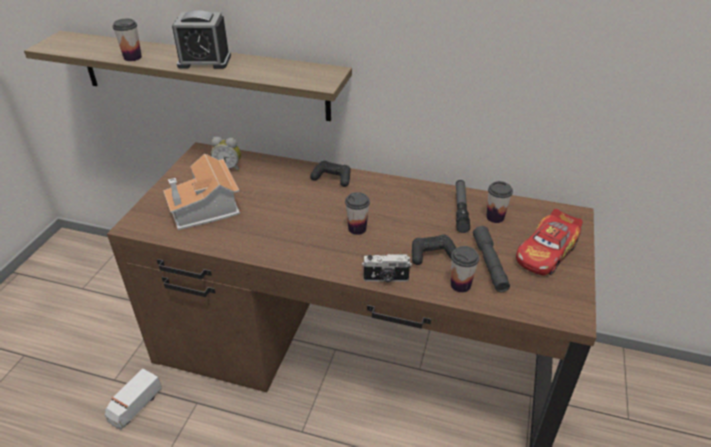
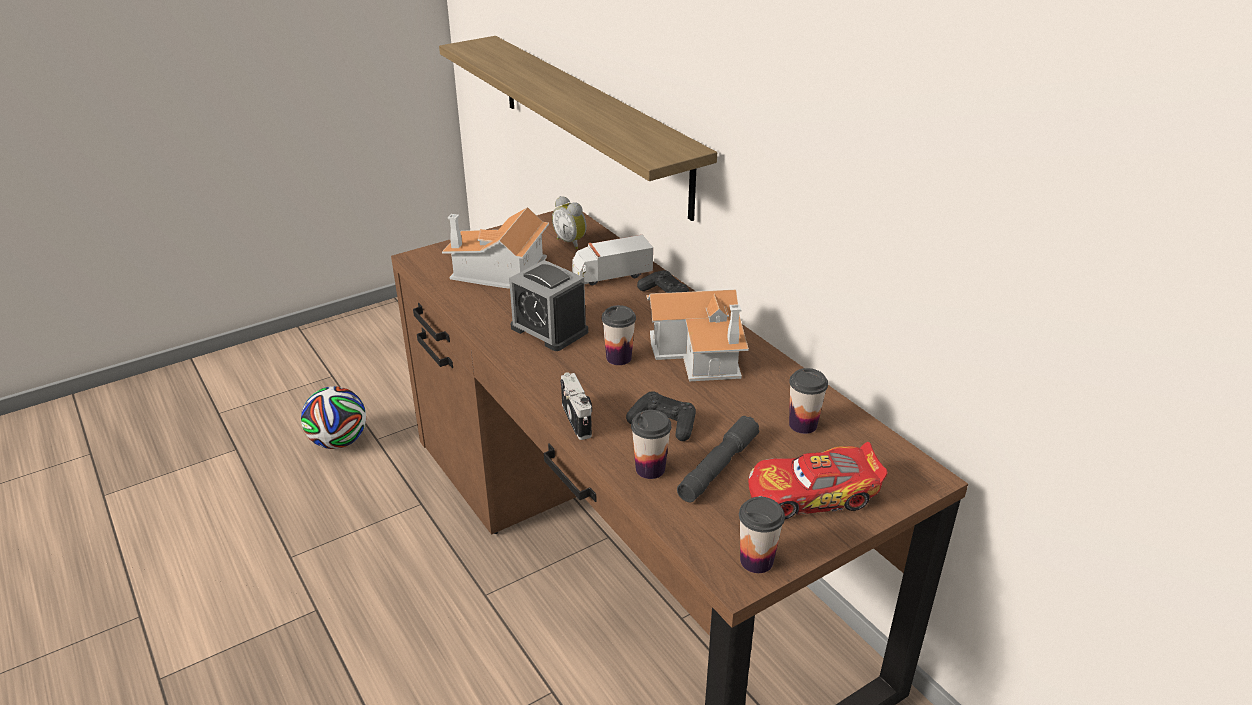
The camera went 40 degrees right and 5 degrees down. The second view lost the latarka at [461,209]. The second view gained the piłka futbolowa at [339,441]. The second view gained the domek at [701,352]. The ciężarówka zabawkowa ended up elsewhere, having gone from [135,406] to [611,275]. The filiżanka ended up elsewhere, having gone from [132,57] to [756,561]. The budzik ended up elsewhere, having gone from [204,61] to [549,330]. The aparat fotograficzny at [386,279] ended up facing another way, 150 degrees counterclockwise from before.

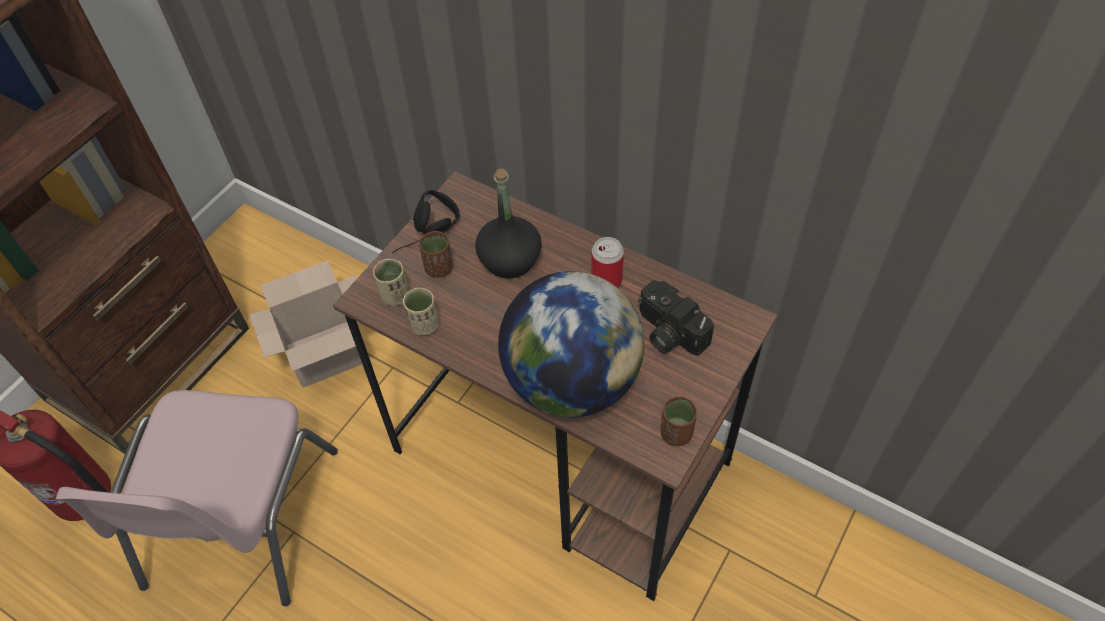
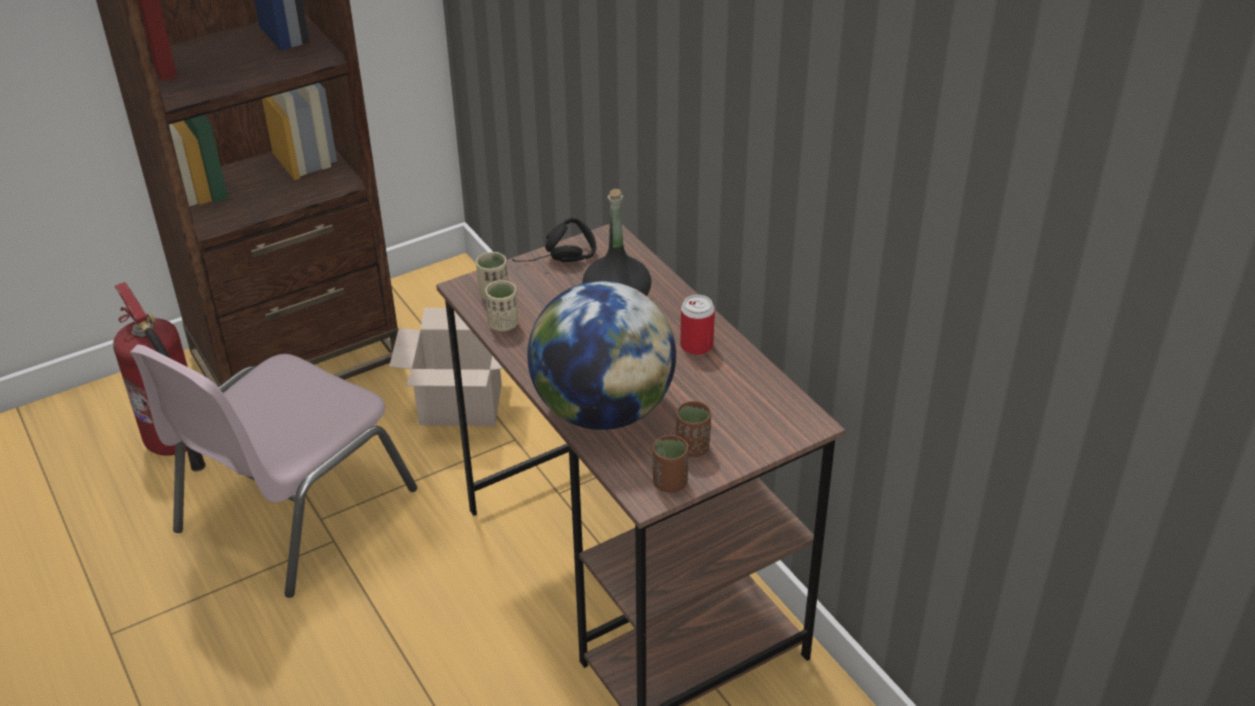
The camera went 25 degrees right and 15 degrees down. The second view lost the aparat fotograficzny at [667,332]. The filiżanka (brązowy) ended up elsewhere, having gone from [439,268] to [692,448].

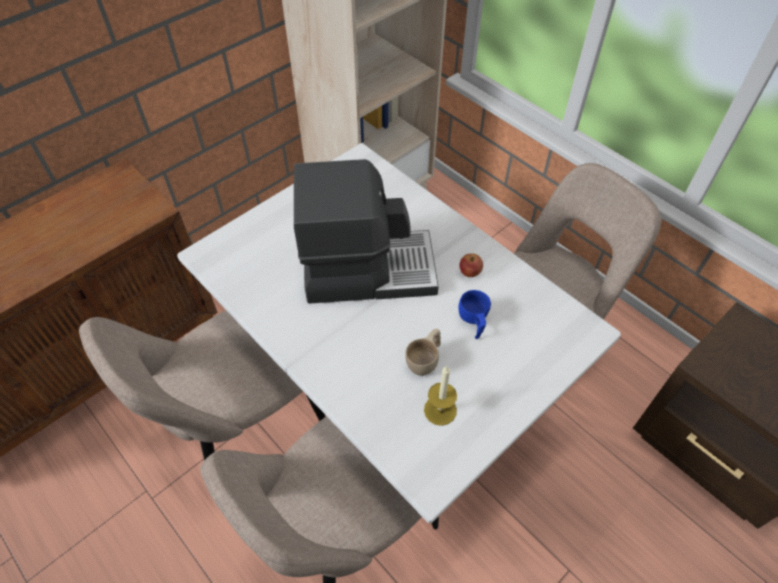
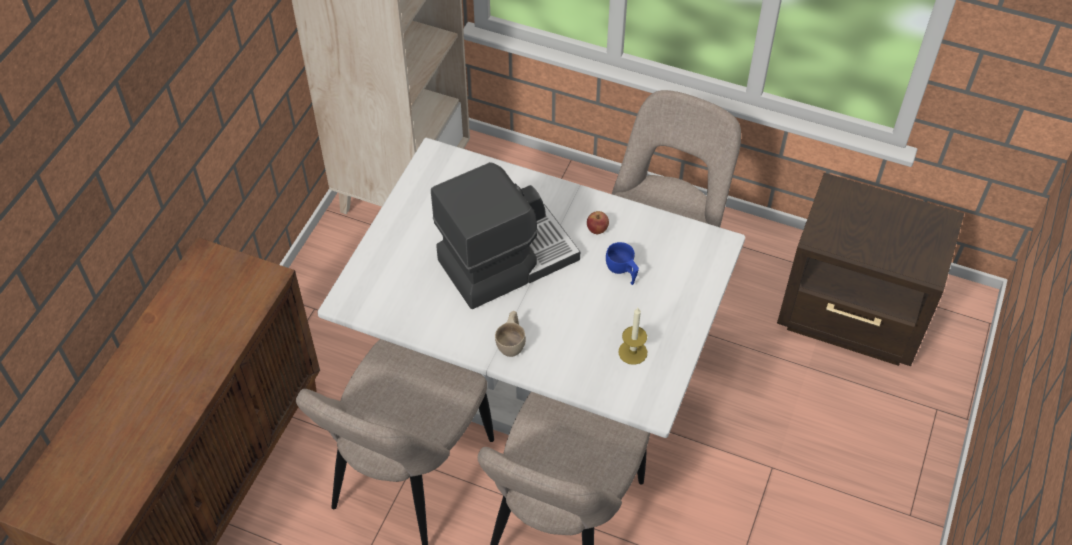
The camera went 25 degrees left and 0 degrees up. The filiżanka (beżowy) ended up elsewhere, having gone from [425,360] to [512,342].

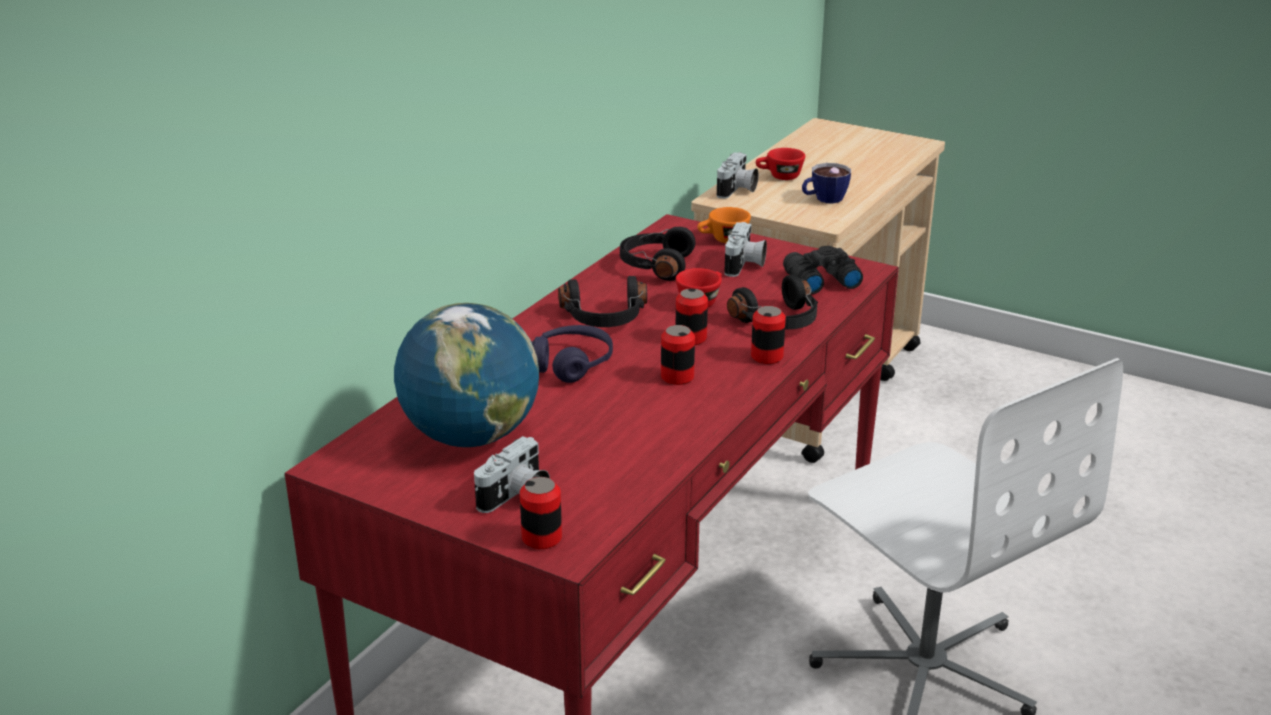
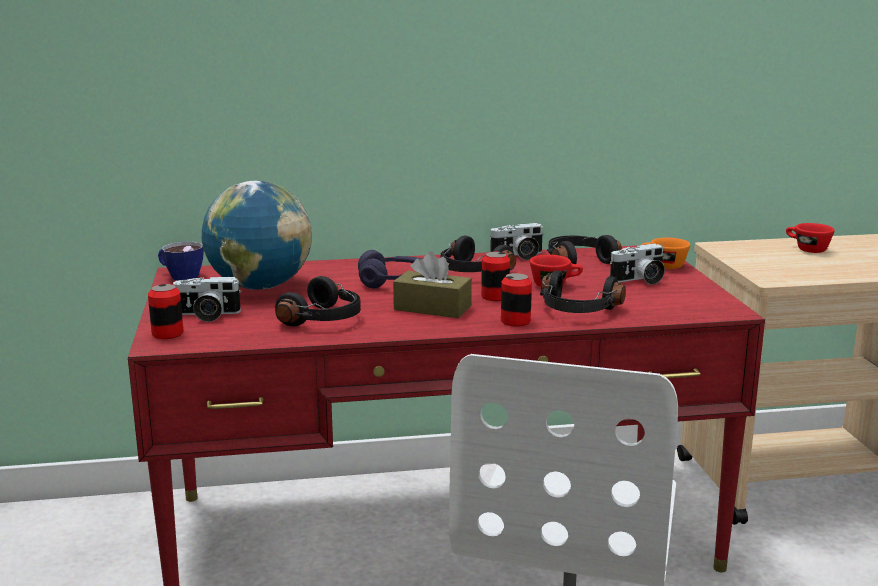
The camera went 50 degrees right and 10 degrees down. The second view lost the lornetka (czarny) at [819,280]. The second view gained the słuchawki (czarny) at [324,319]. The aparat fotograficzny ended up elsewhere, having gone from [737,190] to [518,256]. The filiżanka ended up elsewhere, having gone from [823,199] to [180,276]. Where the puszka stood at [677,377], the pudełko chusteczek (brązowy) came to stand at [432,308].

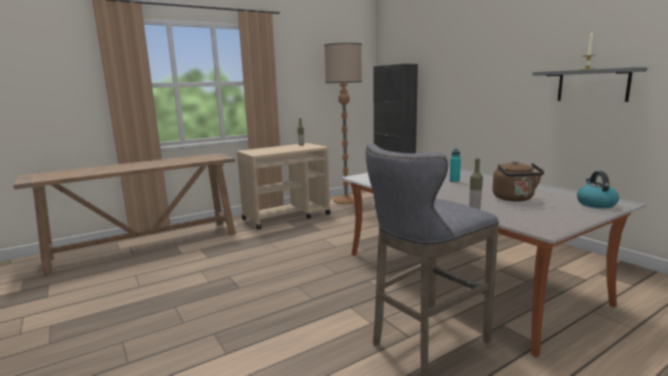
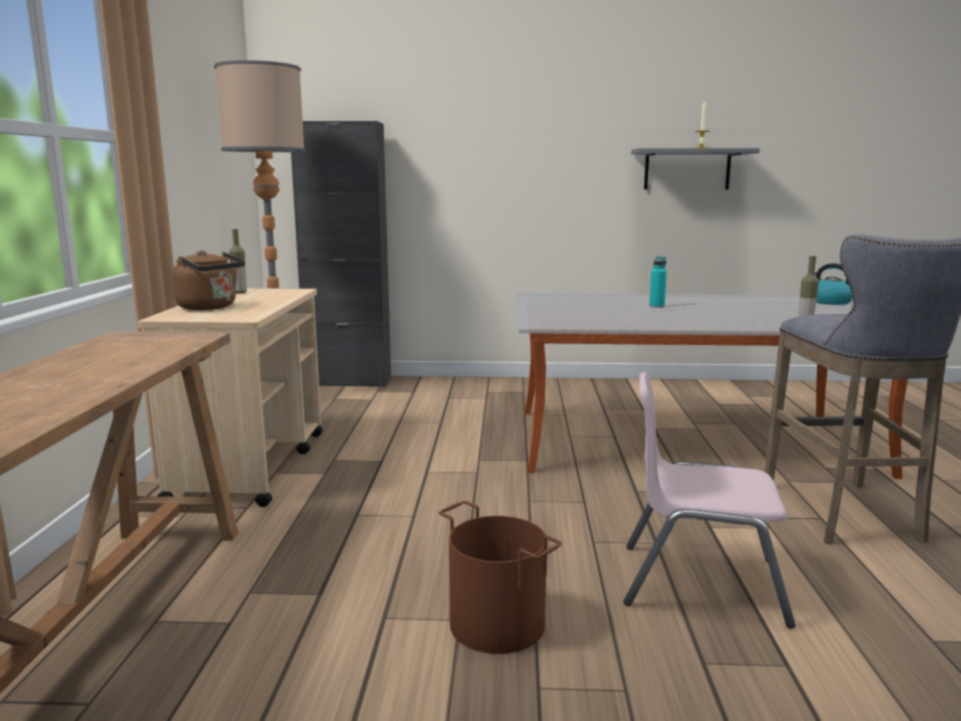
The camera went 55 degrees left and 0 degrees up. The second view gained the wiadro (brązowy) at [498,623]. The second view gained the krzesło (różowy) at [701,582]. The czajnik (brązowy) ended up elsewhere, having gone from [514,199] to [210,307].

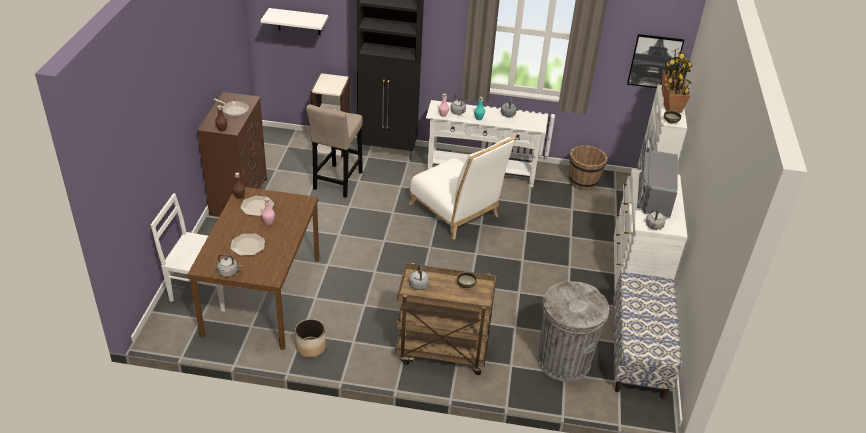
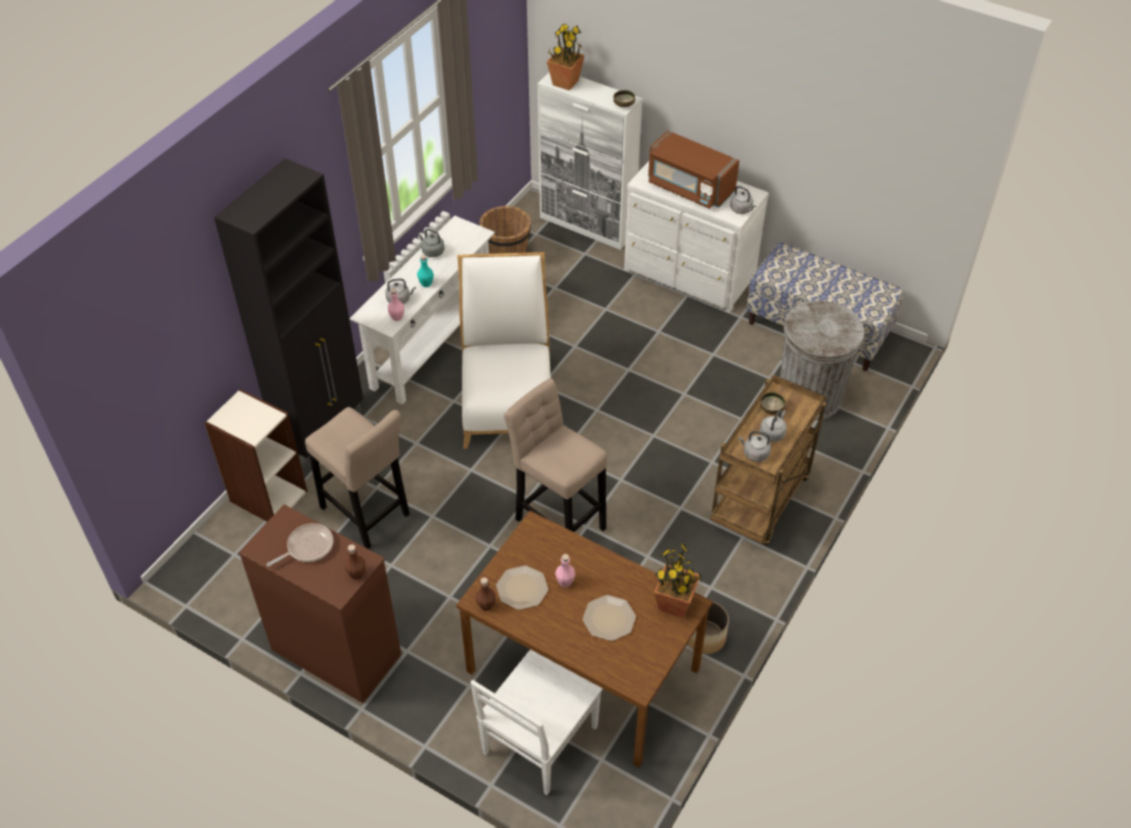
The camera went 65 degrees left and 10 degrees up. The second view lost the półka (biały) at [299,21]. The second view lost the obraz at [654,61]. The second view gained the stołek (beżowy) at [557,520]. The czajnik (szary) ended up elsewhere, having gone from [229,272] to [773,433]. The roślina doniczkowa ended up elsewhere, having gone from [672,109] to [675,604]. What was the mikrofalówka (szary) at [654,197] turned into the mikrofalówka (brązowy) at [689,188]. The krzesło (biały) at [457,213] ended up facing another way, 75 degrees counterclockwise from before.

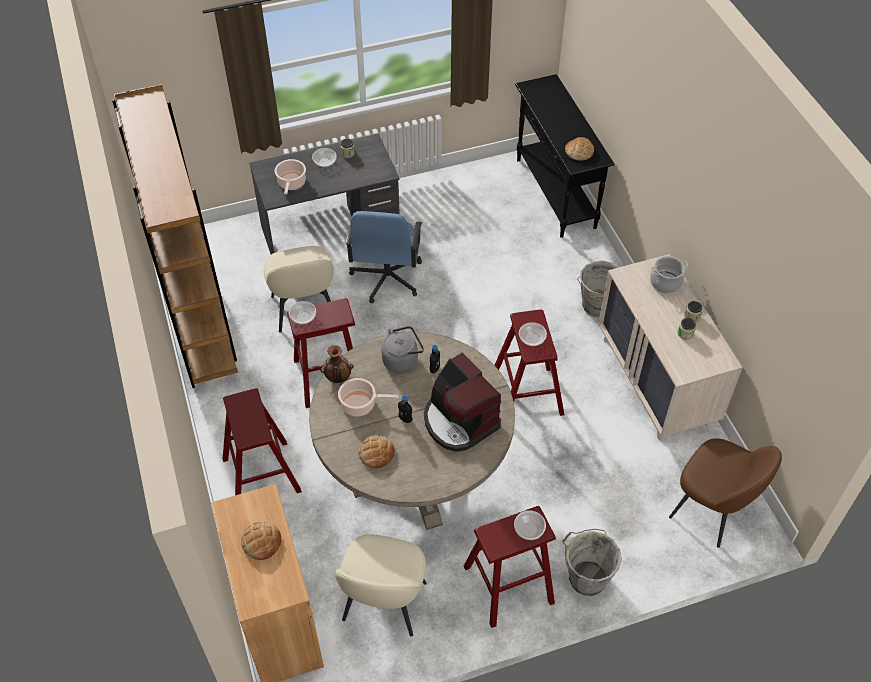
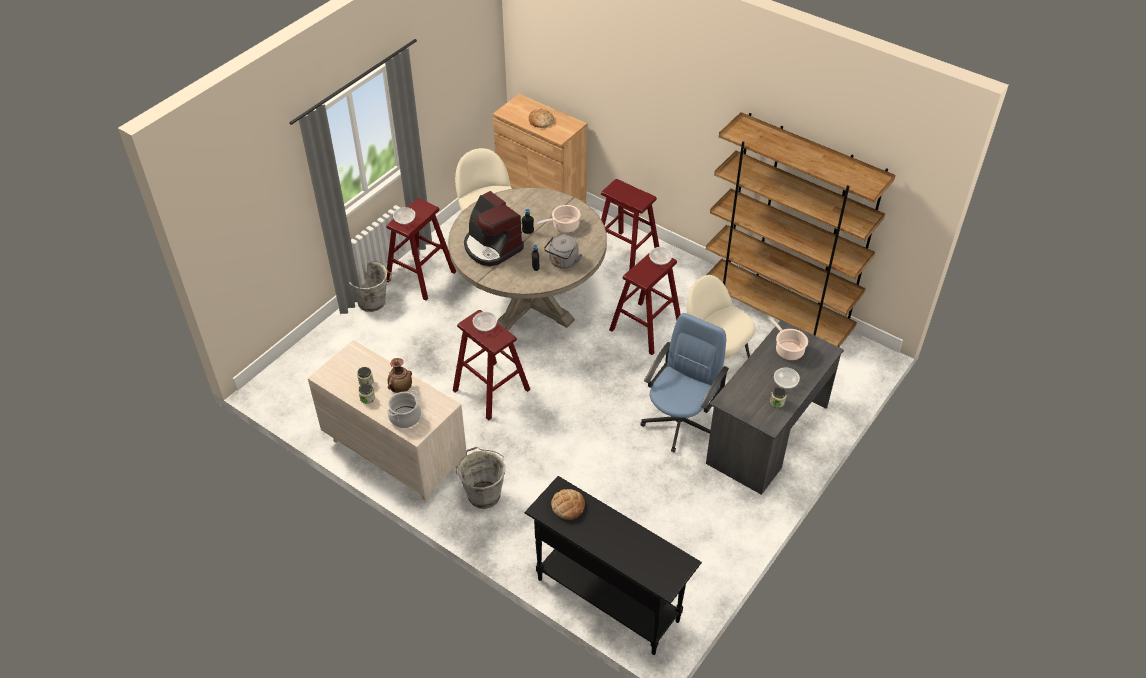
The camera went 145 degrees right and 5 degrees down. The second view lost the chleb at [376,453]. The second view lost the krzesło (brązowy) at [712,510]. The wazon ended up elsewhere, having gone from [338,377] to [401,388]. The krzesło biurowe (niebieski) at [386,278] ended up facing another way, 60 degrees clockwise from before. The ekspres do kawy at [459,421] ended up facing another way, 150 degrees counterclockwise from before.

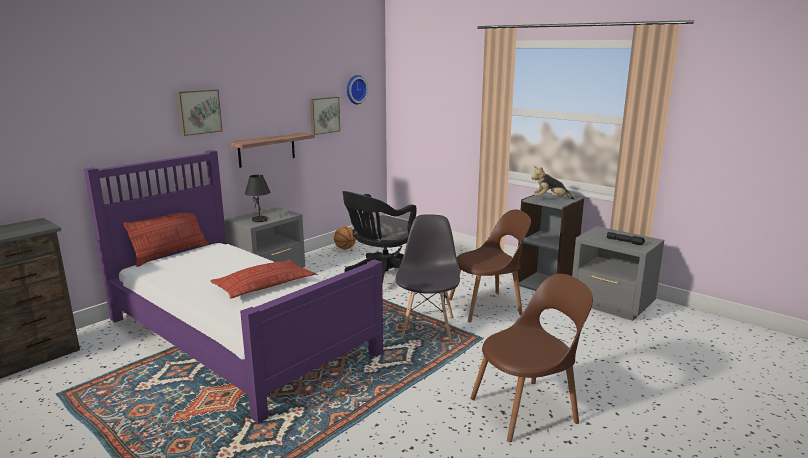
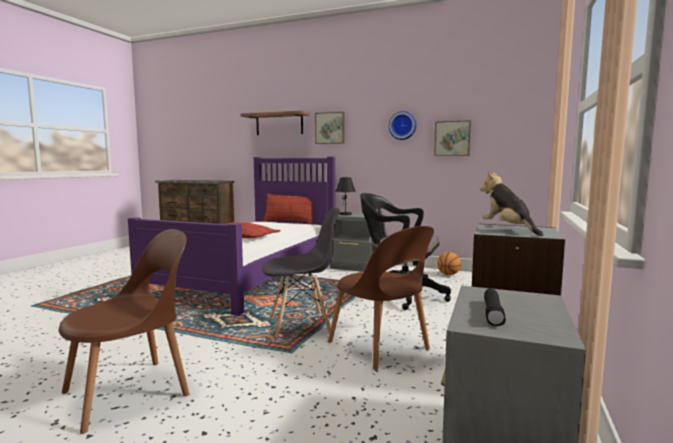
The camera went 70 degrees right and 10 degrees down. The półka ended up elsewhere, having gone from [267,149] to [279,124]. The zegar ścienny ended up elsewhere, having gone from [355,89] to [402,125]. The krzesło (brązowy) at [527,409] ended up facing another way, 90 degrees counterclockwise from before.

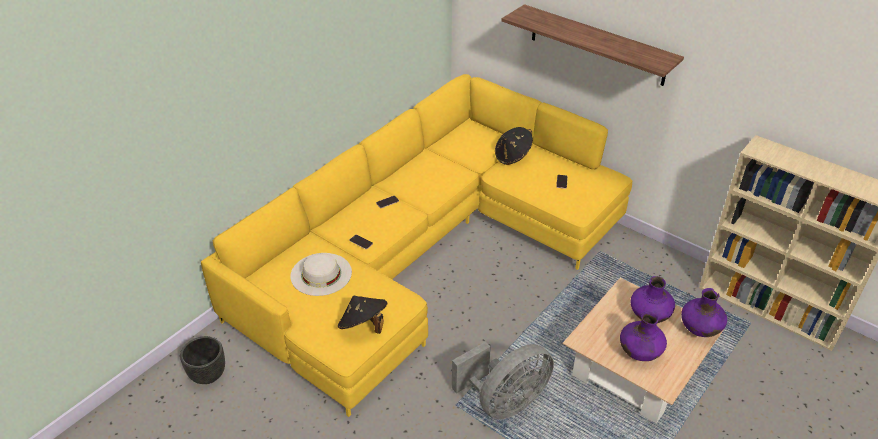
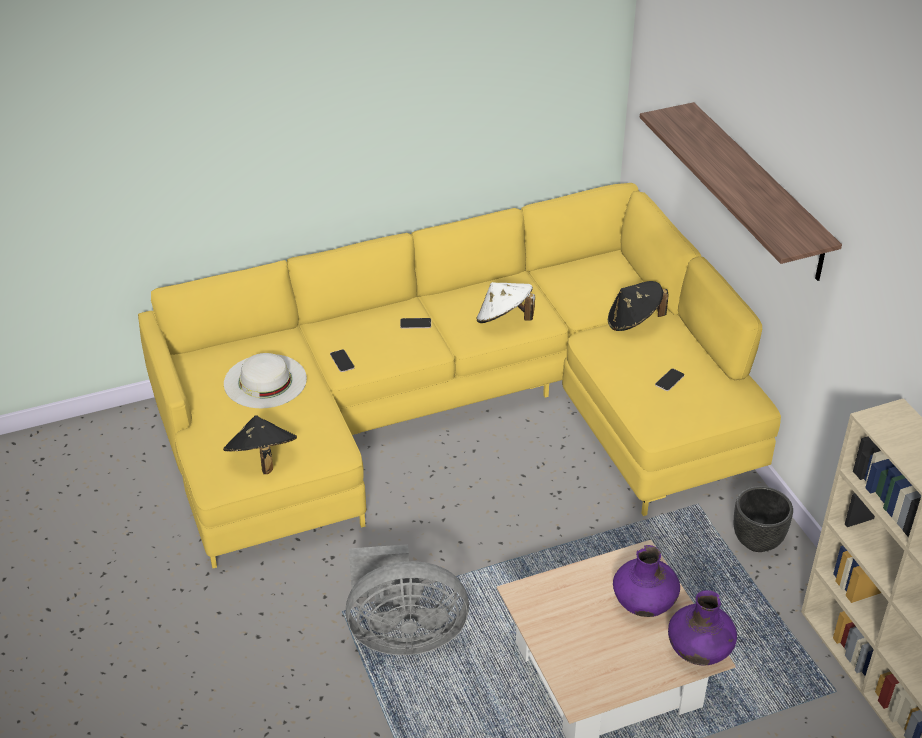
The camera went 30 degrees right and 0 degrees up. The second view lost the wazon (fioletowy) at [639,353]. The second view gained the kapelusz (biały) at [504,319]. The donica (czarny) ended up elsewhere, having gone from [208,376] to [756,541].

